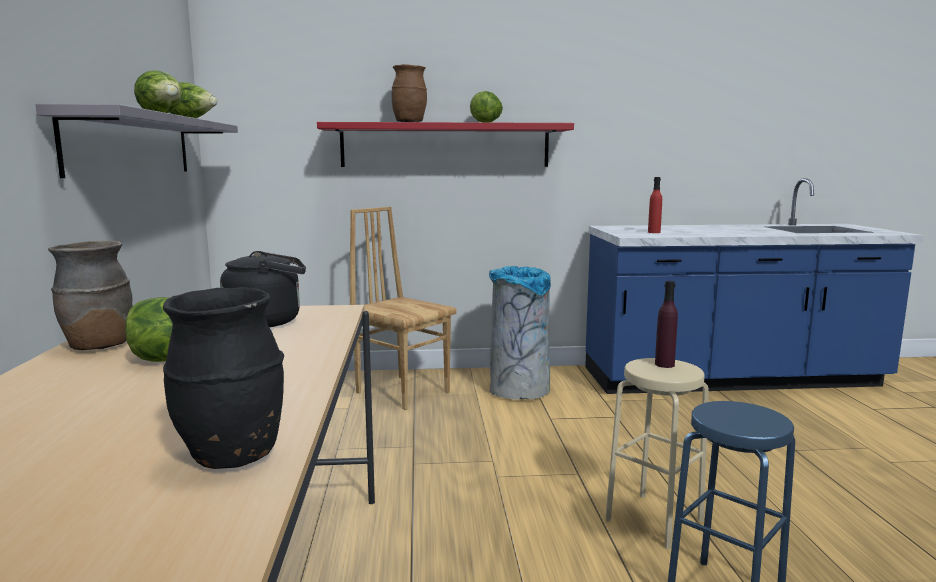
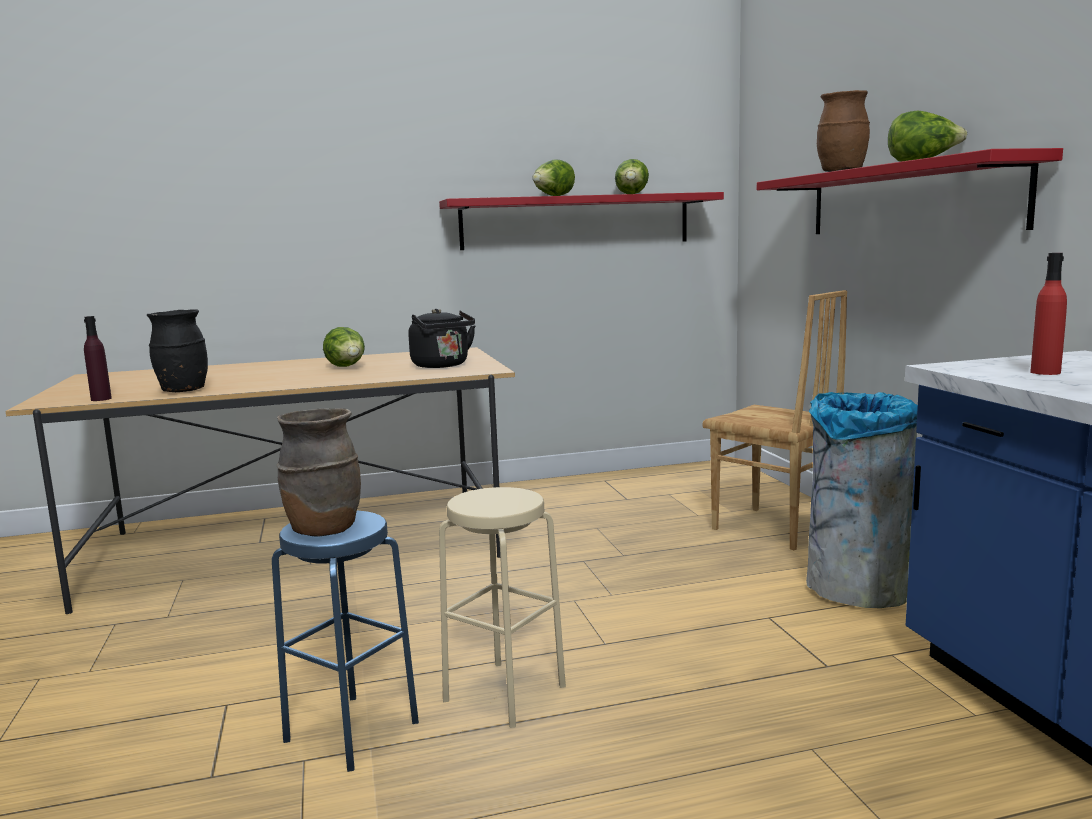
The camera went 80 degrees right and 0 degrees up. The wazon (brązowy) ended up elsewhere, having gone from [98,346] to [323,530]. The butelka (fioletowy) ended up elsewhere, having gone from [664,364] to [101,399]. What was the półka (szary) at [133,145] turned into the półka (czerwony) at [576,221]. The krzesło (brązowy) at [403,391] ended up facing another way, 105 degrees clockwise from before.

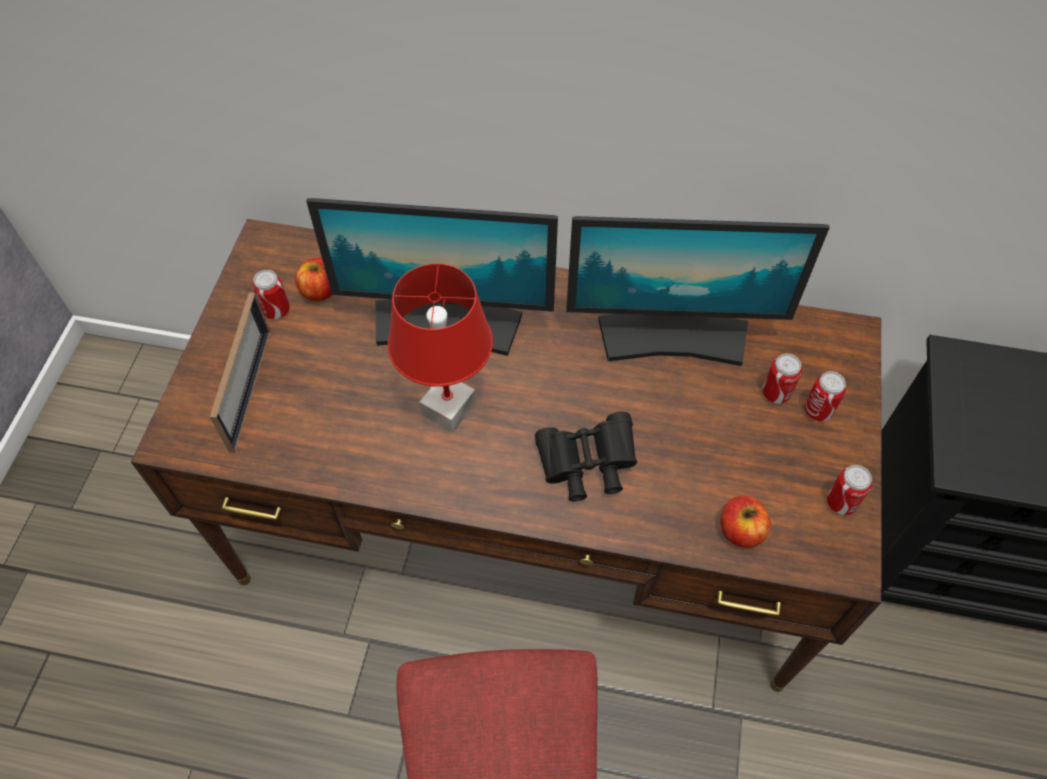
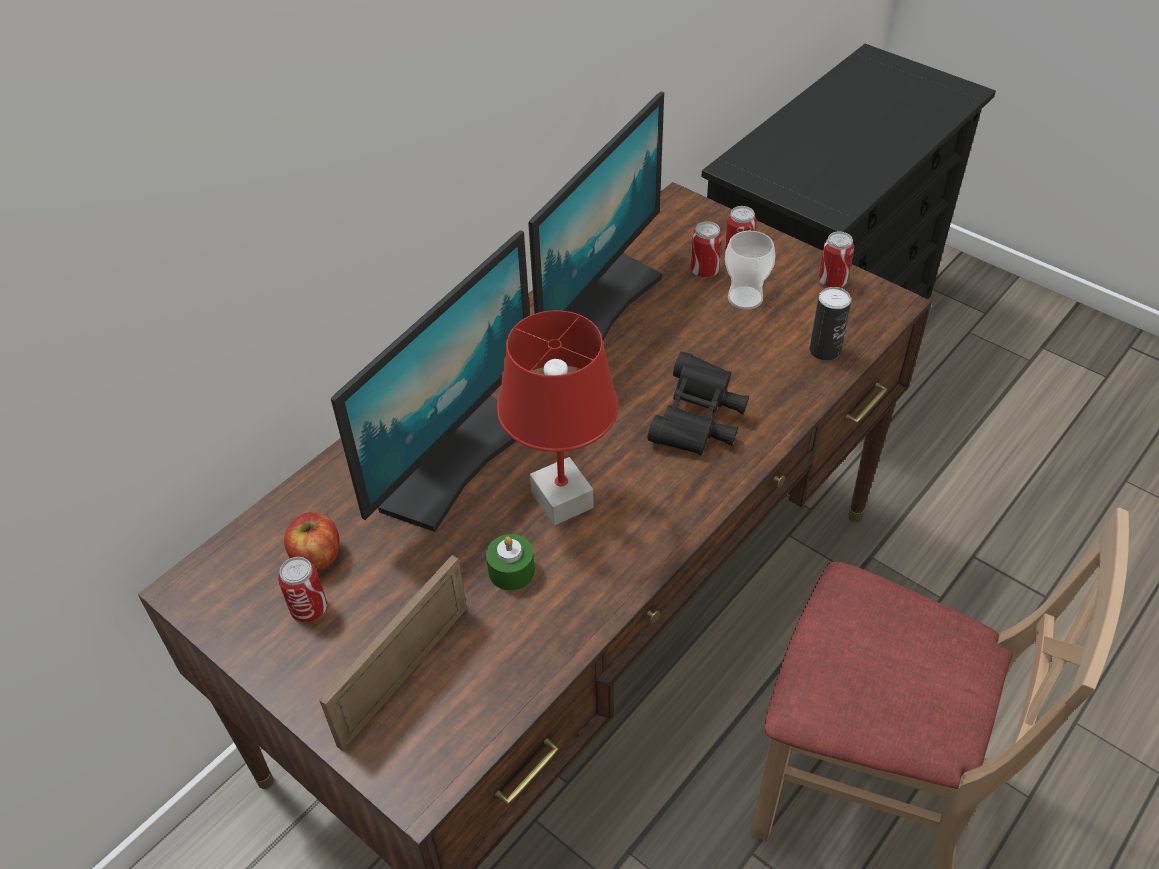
The camera went 60 degrees left and 10 degrees down. The second view gained the świeca (zielony) at [511,571]. The second view gained the filiżanka at [745,298]. Where the jabłko stood at [740,531], the puszka came to stand at [824,350]. The ramka na zdjęcie at [250,389] ended up facing another way, 90 degrees counterclockwise from before.

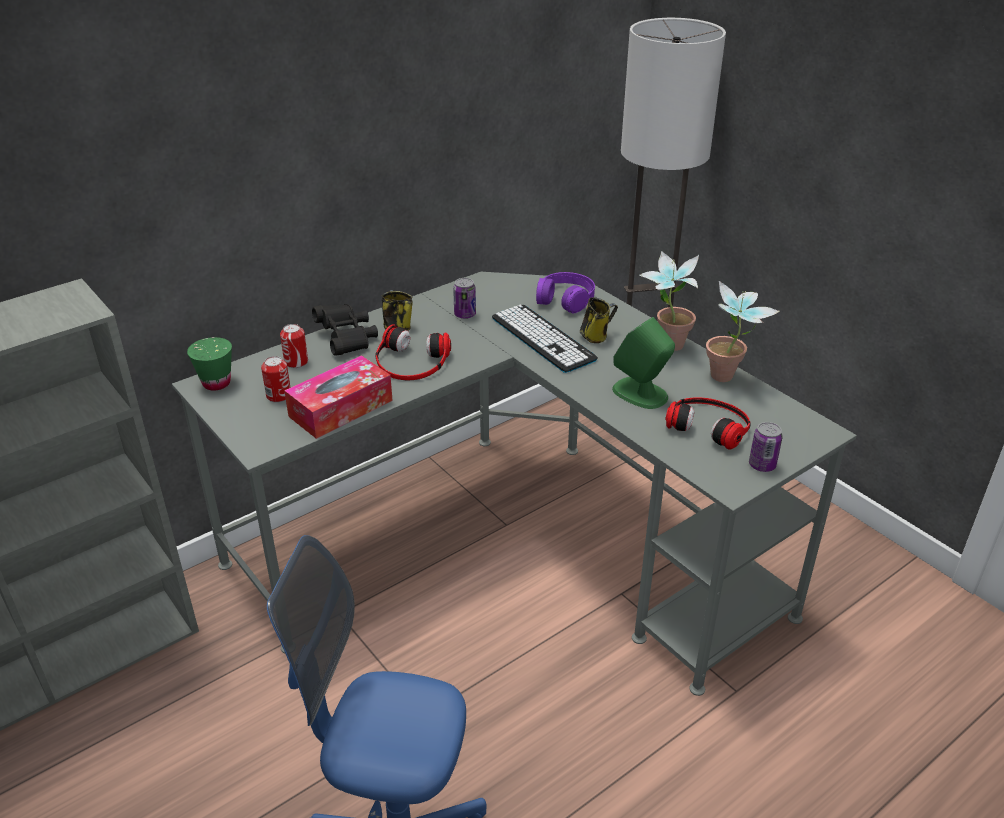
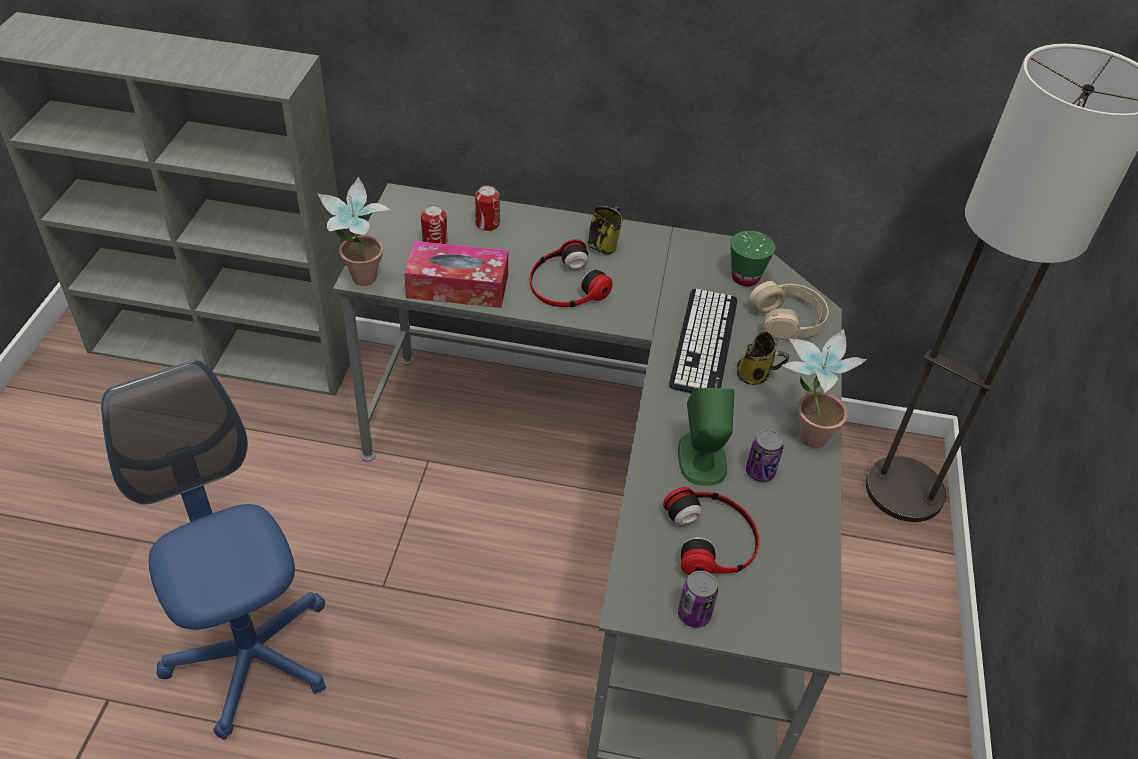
The camera went 45 degrees right and 10 degrees up. The second view lost the lornetka (czarny) at [347,339]. The filiżanka (zielony) ended up elsewhere, having gone from [216,383] to [745,277]. The puszka ended up elsewhere, having gone from [465,314] to [760,472]. The roślina doniczkowa ended up elsewhere, having gone from [728,380] to [361,284]. What was the słuchawki (fioletowy) at [565,299] turned into the słuchawki (beżowy) at [787,319].

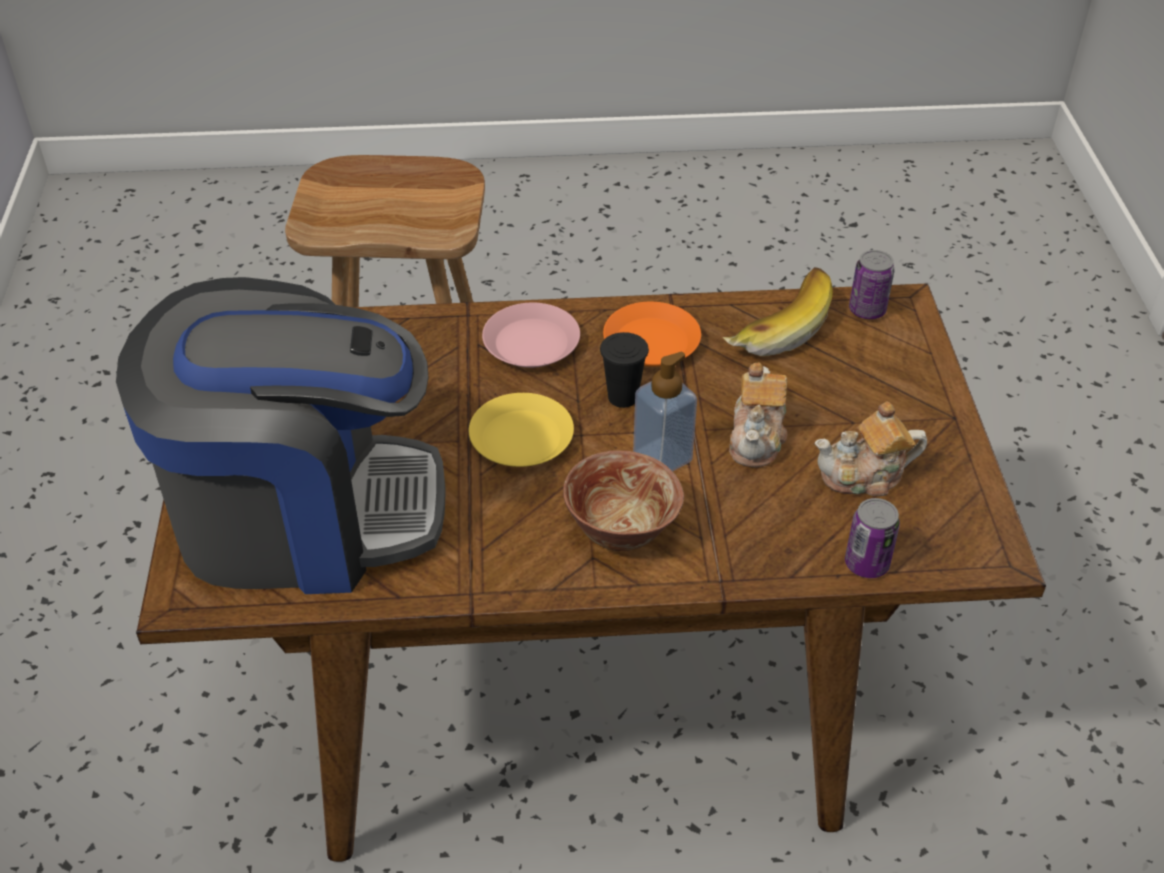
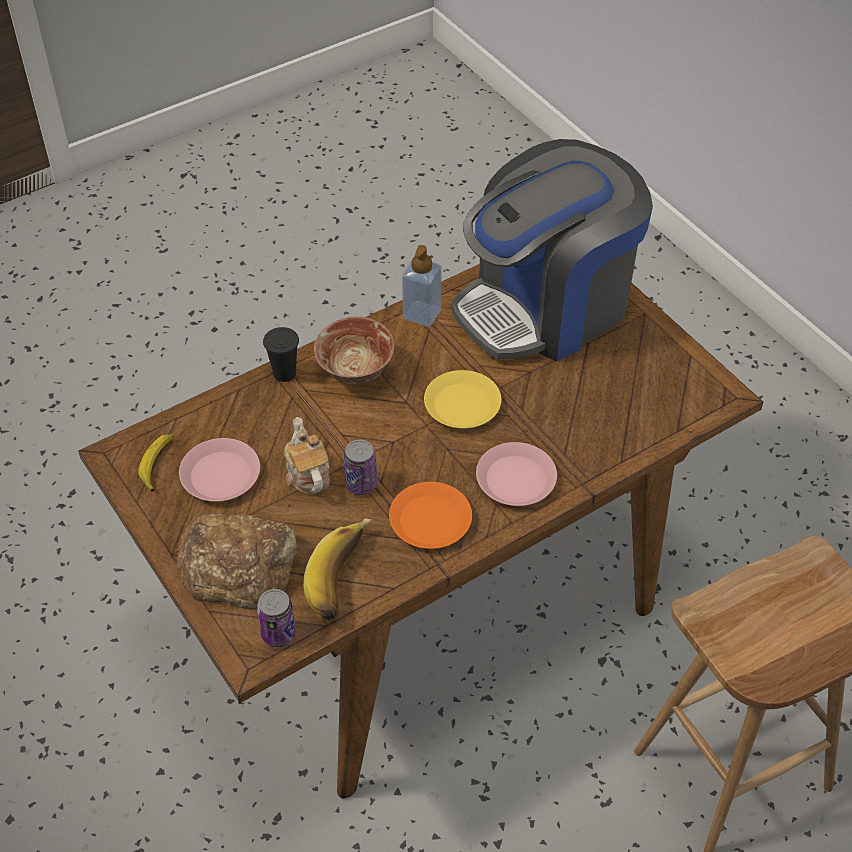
The camera went 150 degrees right and 5 degrees up. The second view gained the banan at [158,465]. The second view gained the chleb at [238,565]. The filiżanka (czarny) ended up elsewhere, having gone from [623,397] to [284,373]. The dozownik mydła ended up elsewhere, having gone from [662,457] to [422,314]. The puszka ended up elsewhere, having gone from [866,564] to [361,484]. Where the imbryk stood at [864,476], the talerz (różowy) came to stand at [220,476].

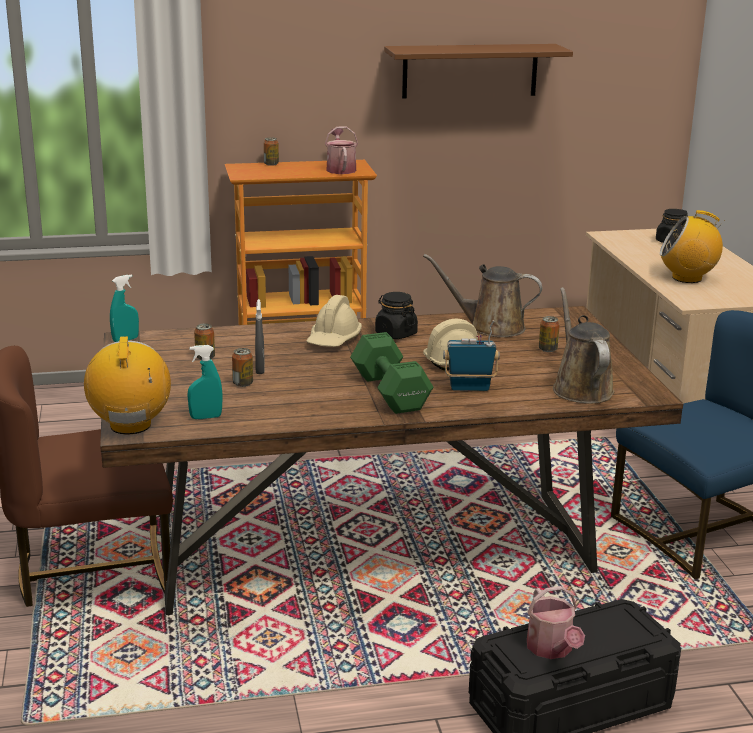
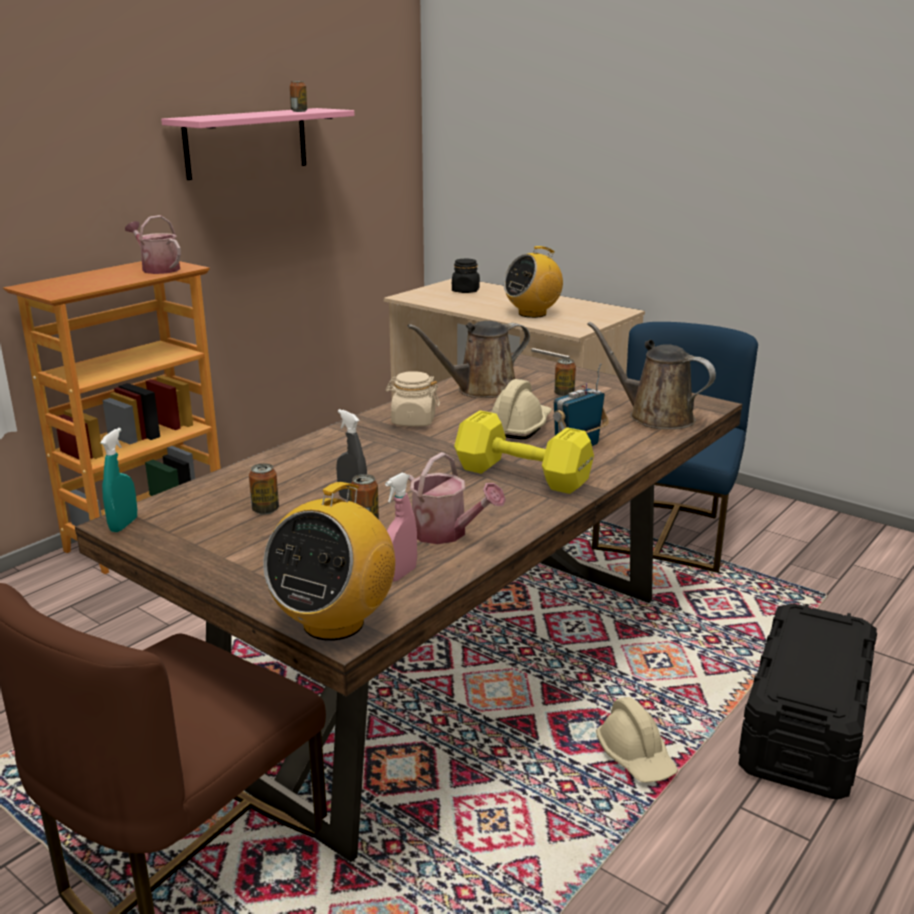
The camera went 40 degrees left and 0 degrees up. The puszka ended up elsewhere, having gone from [271,164] to [299,111]. The kask (beżowy) ended up elsewhere, having gone from [334,340] to [636,757]. The konewka ended up elsewhere, having gone from [552,649] to [446,533]. What was the spryskiwacz (turkusowy) at [206,417] turned into the spryskiwacz (różowy) at [400,574]. What was the hantel (zielony) at [390,391] turned into the hantel (żółty) at [520,474]. What was the słoik (czarny) at [395,334] turned into the słoik (beżowy) at [413,421]. What was the półka (brązowy) at [470,71] turned into the półka (różowy) at [246,142]. The radio at [131,425] ended up facing another way, 105 degrees counterclockwise from before.

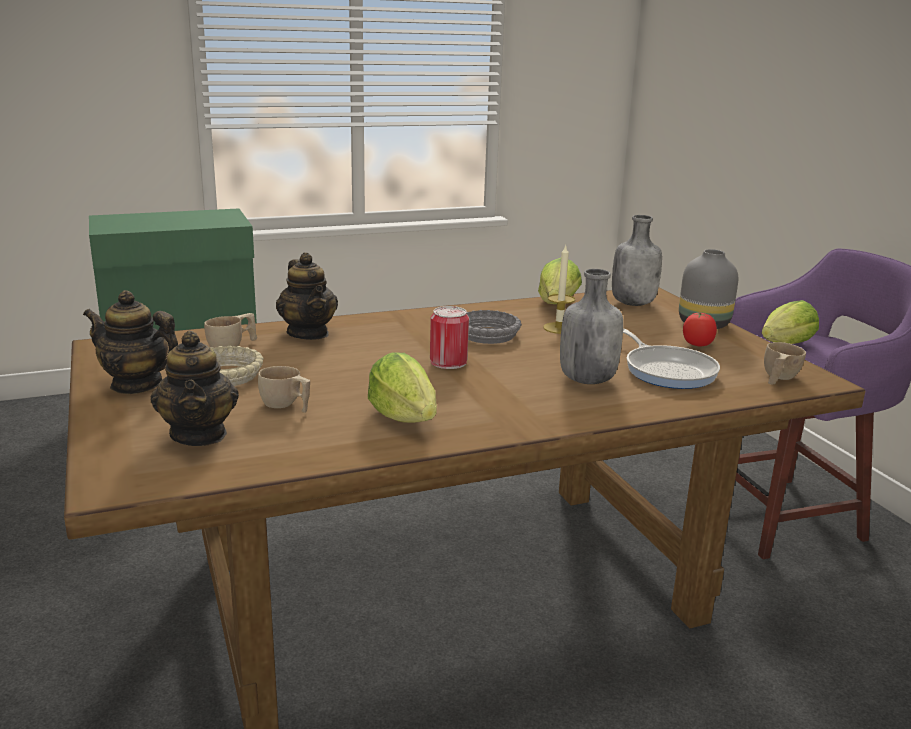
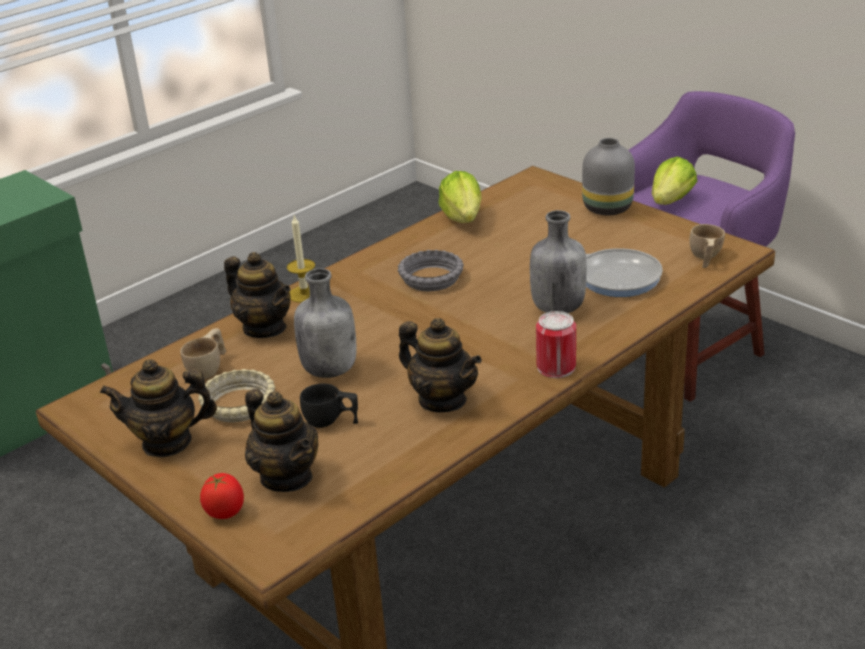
The camera went 20 degrees left and 10 degrees up. The puszka ended up elsewhere, having gone from [448,362] to [556,367]. The świeca ended up elsewhere, having gone from [559,328] to [304,294]. The butelka (szary) ended up elsewhere, having gone from [633,303] to [330,369]. The pomidor ended up elsewhere, having gone from [697,344] to [225,512]. Where the sałata stood at [404,417], the imbryk came to stand at [442,400]. What was the filiżanka (beżowy) at [286,406] turned into the filiżanka (czarny) at [331,421].

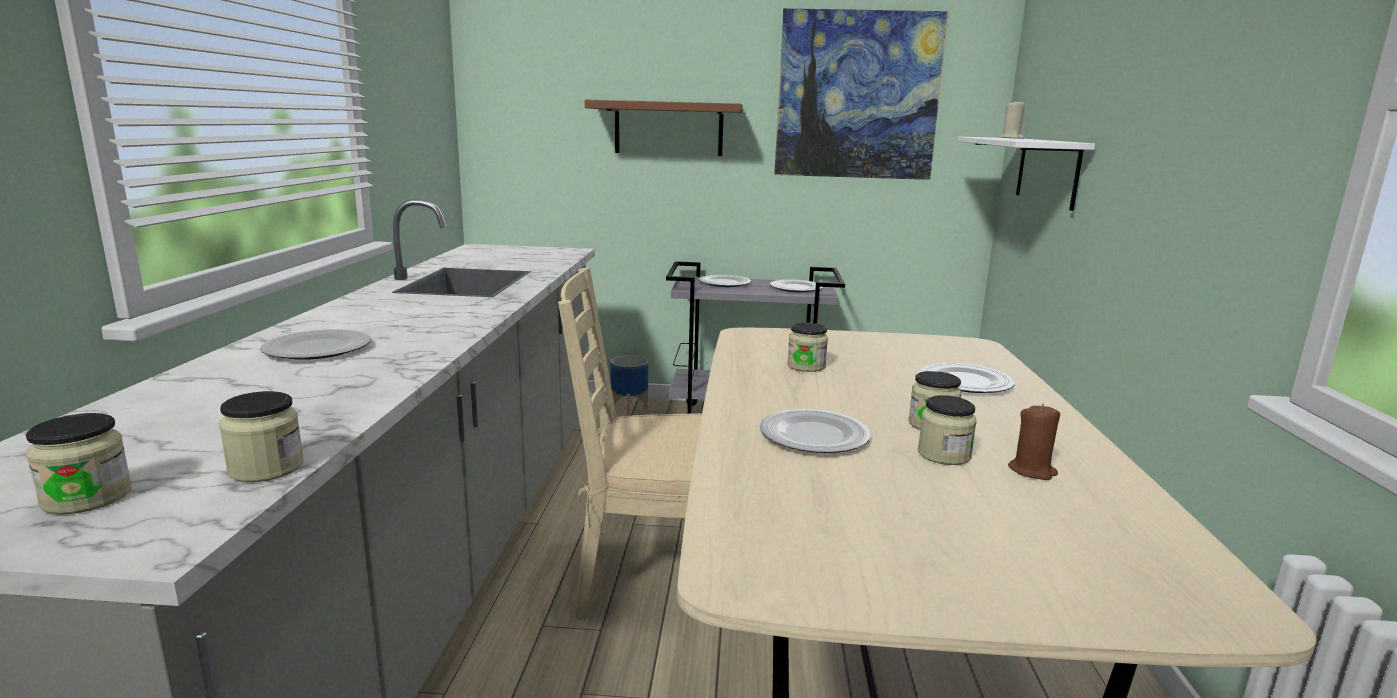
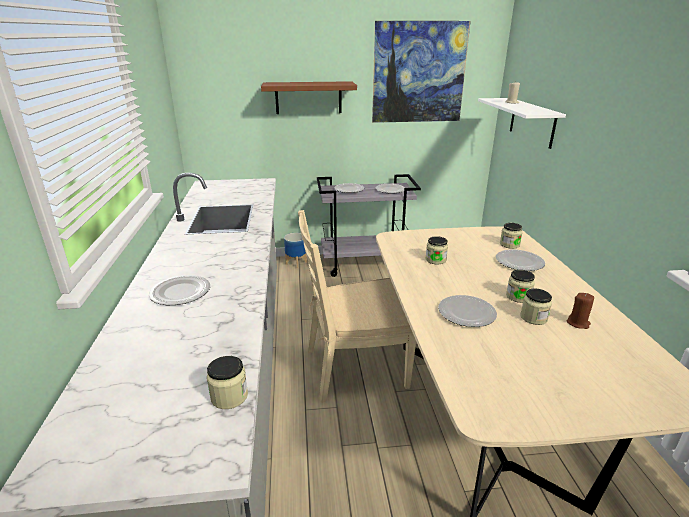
The camera went 10 degrees left and 10 degrees up. The słoik ended up elsewhere, having gone from [87,497] to [509,244].

